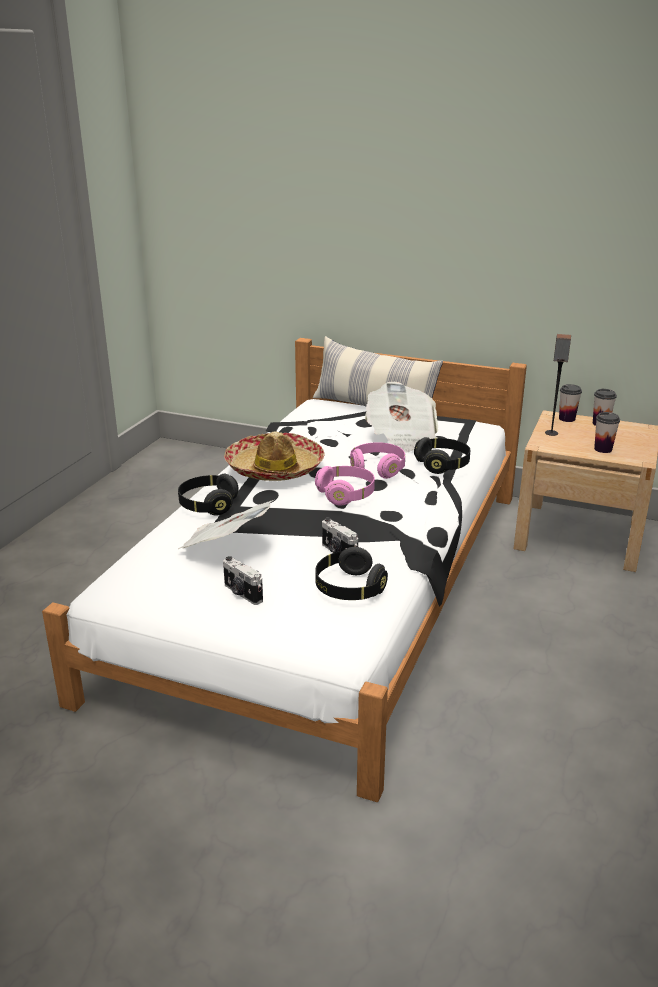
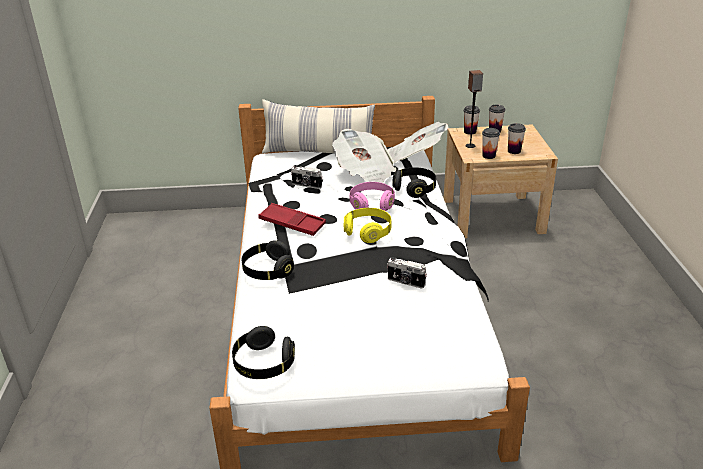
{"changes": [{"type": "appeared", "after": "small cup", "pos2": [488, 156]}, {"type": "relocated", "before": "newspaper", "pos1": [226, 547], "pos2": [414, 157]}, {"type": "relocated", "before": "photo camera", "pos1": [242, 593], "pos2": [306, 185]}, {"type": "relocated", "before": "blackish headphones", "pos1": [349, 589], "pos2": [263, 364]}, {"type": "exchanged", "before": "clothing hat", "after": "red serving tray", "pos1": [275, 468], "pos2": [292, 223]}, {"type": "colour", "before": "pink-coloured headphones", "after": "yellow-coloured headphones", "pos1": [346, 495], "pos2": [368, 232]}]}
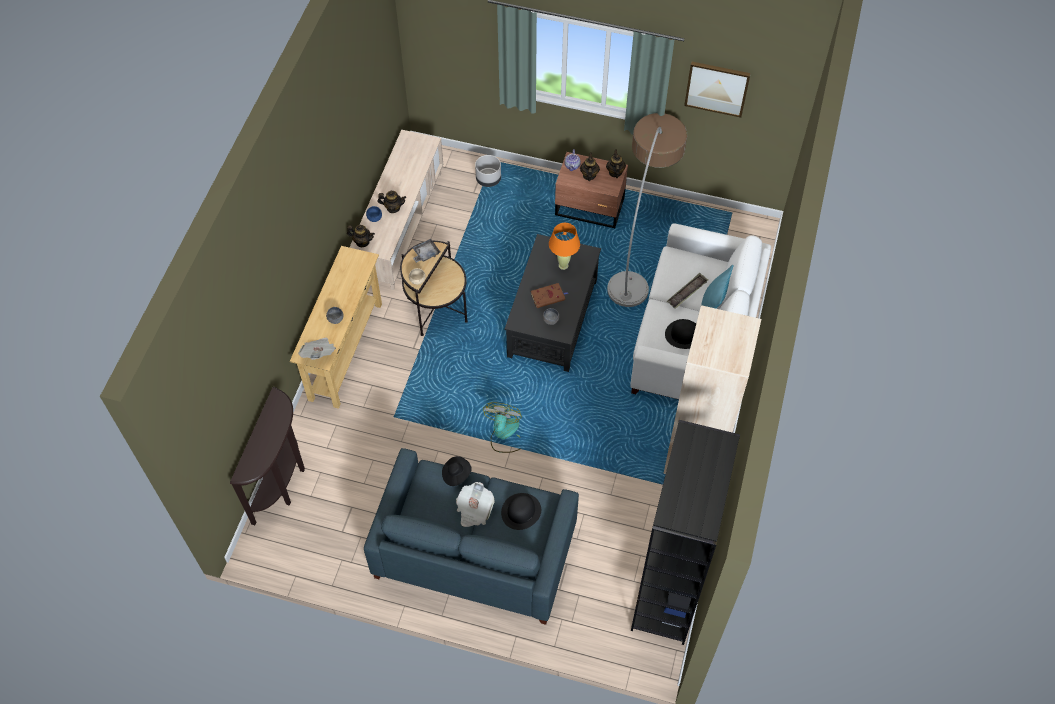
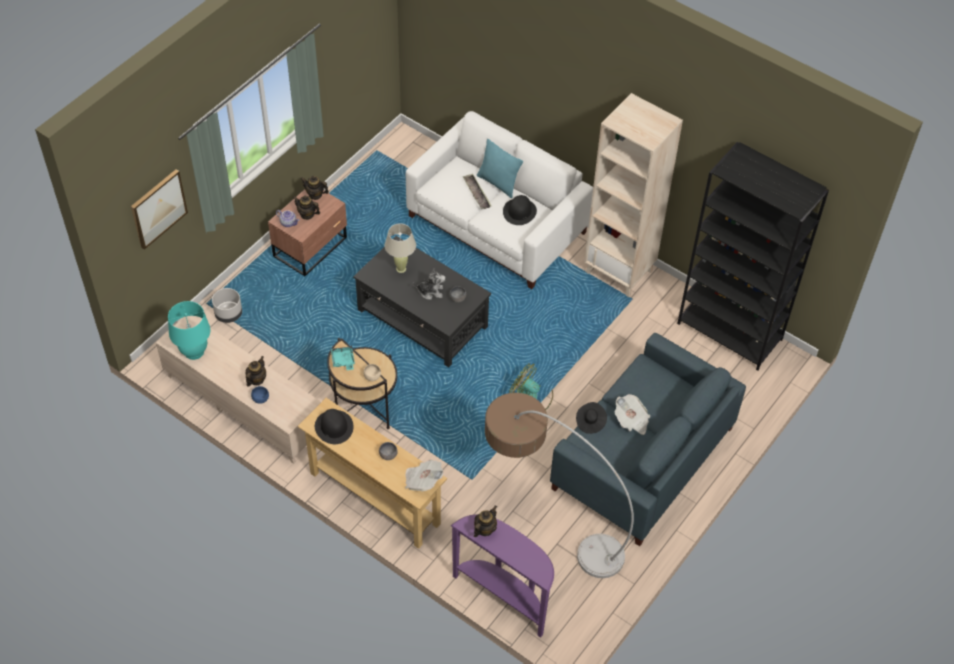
{"changes": [{"type": "appeared", "after": "turquoise lamp for a table", "pos2": [194, 351]}, {"type": "relocated", "before": "pot for tea", "pos1": [362, 242], "pos2": [484, 529]}, {"type": "relocated", "before": "blackish clothing hat", "pos1": [521, 511], "pos2": [334, 427]}, {"type": "relocated", "before": "standing lamp", "pos1": [640, 246], "pos2": [547, 521]}, {"type": "relocated", "before": "wall art", "pos1": [717, 88], "pos2": [158, 208]}, {"type": "exchanged", "before": "brown bound book", "after": "cuddly toy", "pos1": [548, 296], "pos2": [430, 291]}, {"type": "colour", "before": "brown narrow table", "after": "purple-coloured narrow table", "pos1": [283, 482], "pos2": [504, 596]}, {"type": "colour", "before": "greyish serving tray", "after": "turquoise serving tray", "pos1": [425, 253], "pos2": [343, 360]}, {"type": "colour", "before": "orange-coloured lamp for a table", "after": "sand-coloured lamp for a table", "pos1": [563, 265], "pos2": [401, 269]}]}
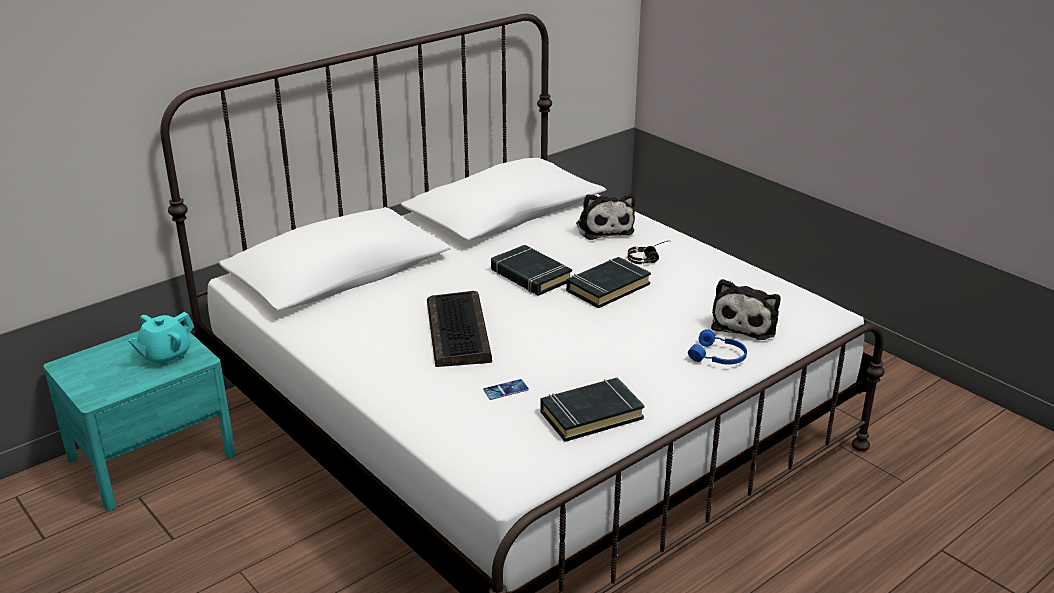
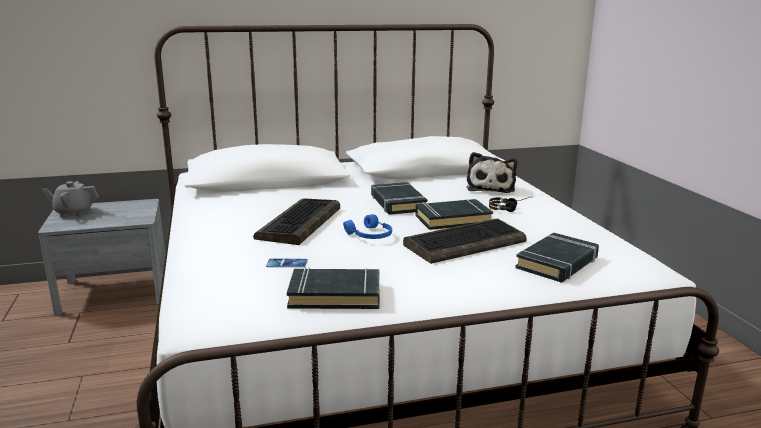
{"changes": [{"type": "missing", "before": "turquoise pot for tea", "pos1": [165, 356]}, {"type": "appeared", "after": "greyish pot for tea", "pos2": [74, 212]}, {"type": "appeared", "after": "computer keyboard", "pos2": [465, 243]}, {"type": "relocated", "before": "bluish headphones", "pos1": [718, 357], "pos2": [369, 236]}, {"type": "exchanged", "before": "cuddly toy", "after": "blackish bound book", "pos1": [746, 323], "pos2": [557, 263]}, {"type": "colour", "before": "turquoise bedside table", "after": "greyish bedside table", "pos1": [152, 457], "pos2": [114, 291]}]}
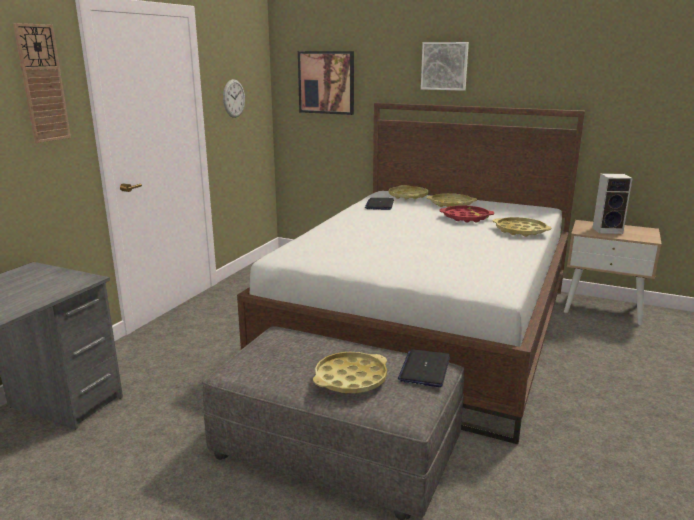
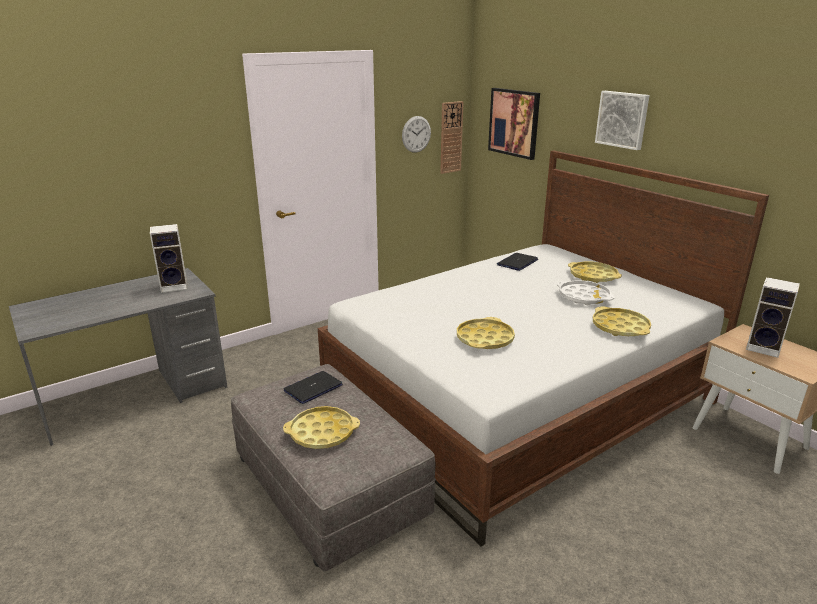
{"changes": [{"type": "appeared", "after": "speaker", "pos2": [175, 286]}, {"type": "relocated", "before": "hanging clock", "pos1": [42, 83], "pos2": [451, 137]}, {"type": "relocated", "before": "yellow-coloured serving tray", "pos1": [408, 196], "pos2": [484, 339]}, {"type": "relocated", "before": "notebook computer", "pos1": [424, 369], "pos2": [313, 388]}, {"type": "colour", "before": "red serving tray", "after": "white serving tray", "pos1": [466, 218], "pos2": [584, 297]}]}
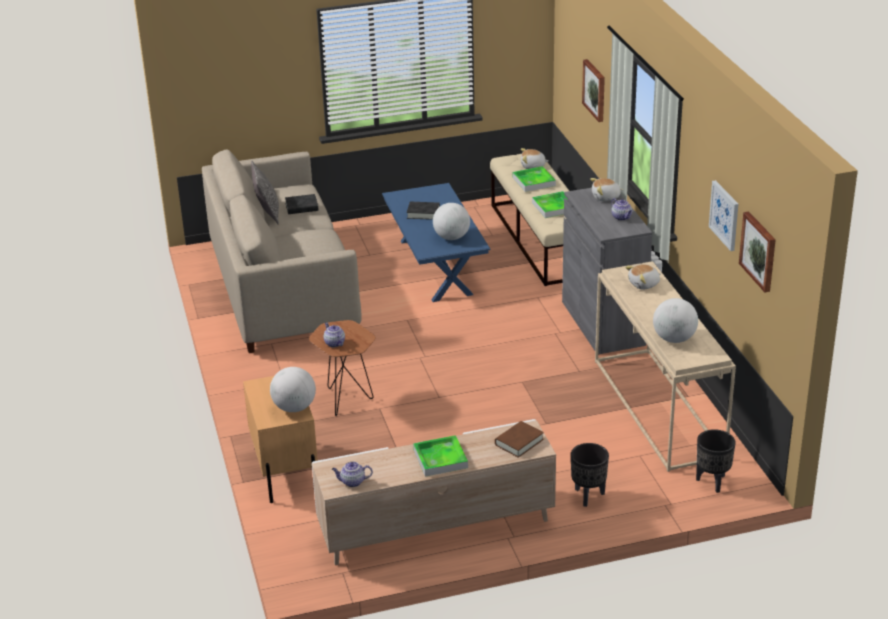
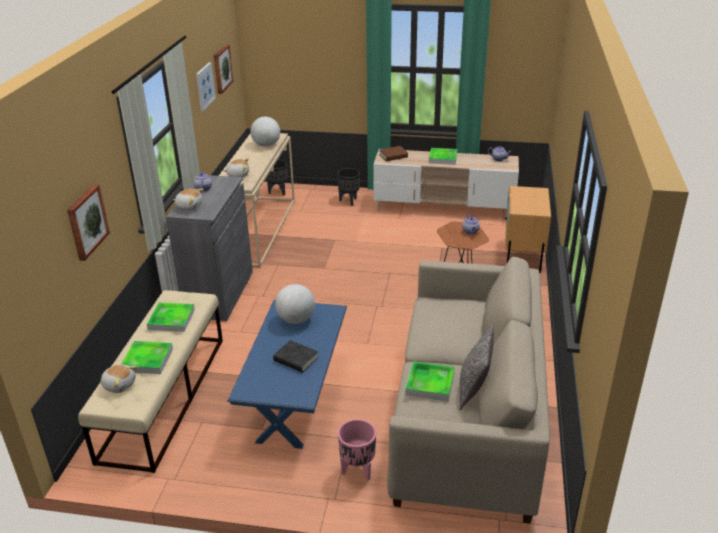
{"changes": [{"type": "missing", "before": "globe", "pos1": [294, 408]}, {"type": "appeared", "after": "pink-coloured flower pot", "pos2": [358, 470]}, {"type": "exchanged", "before": "blackish bound book", "after": "serving tray", "pos1": [302, 207], "pos2": [430, 384]}]}
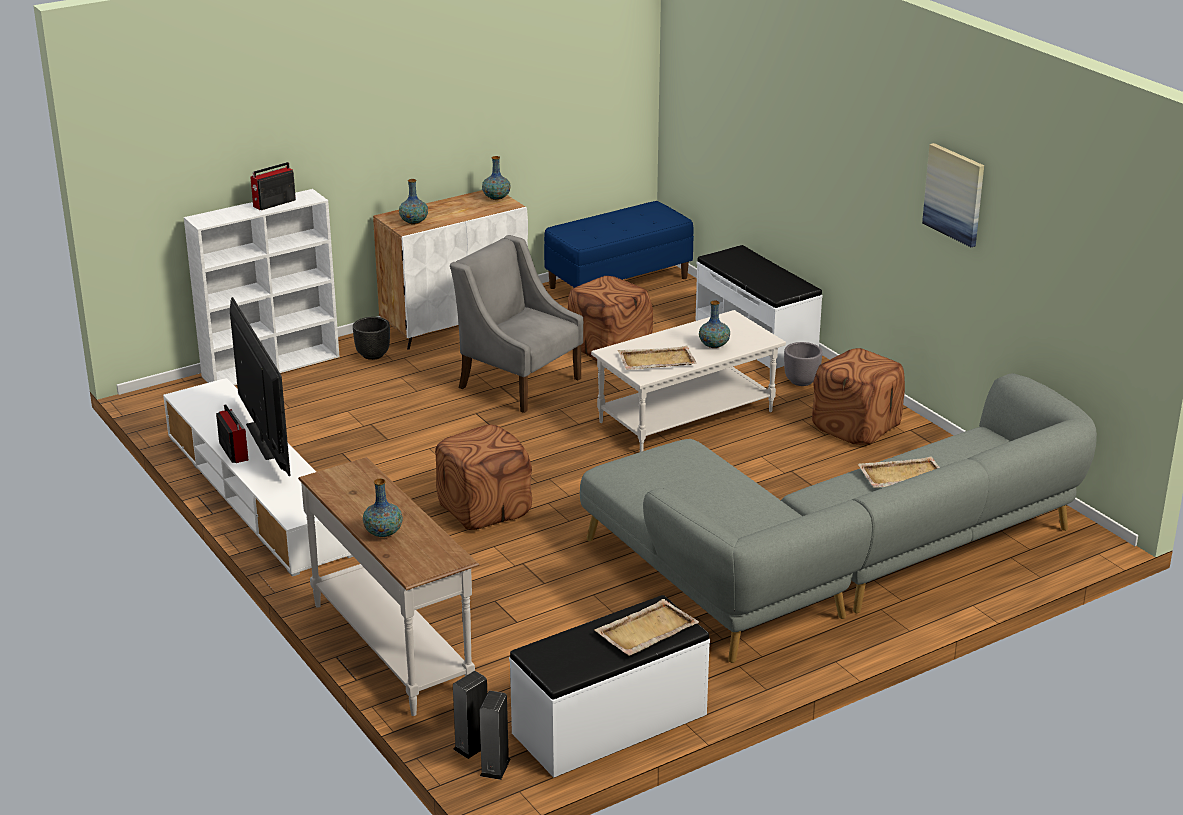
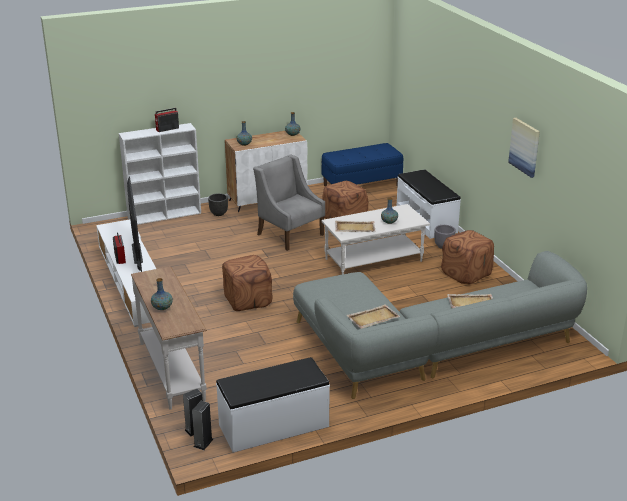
{"changes": [{"type": "relocated", "before": "sand-coloured serving tray", "pos1": [645, 630], "pos2": [372, 318]}]}
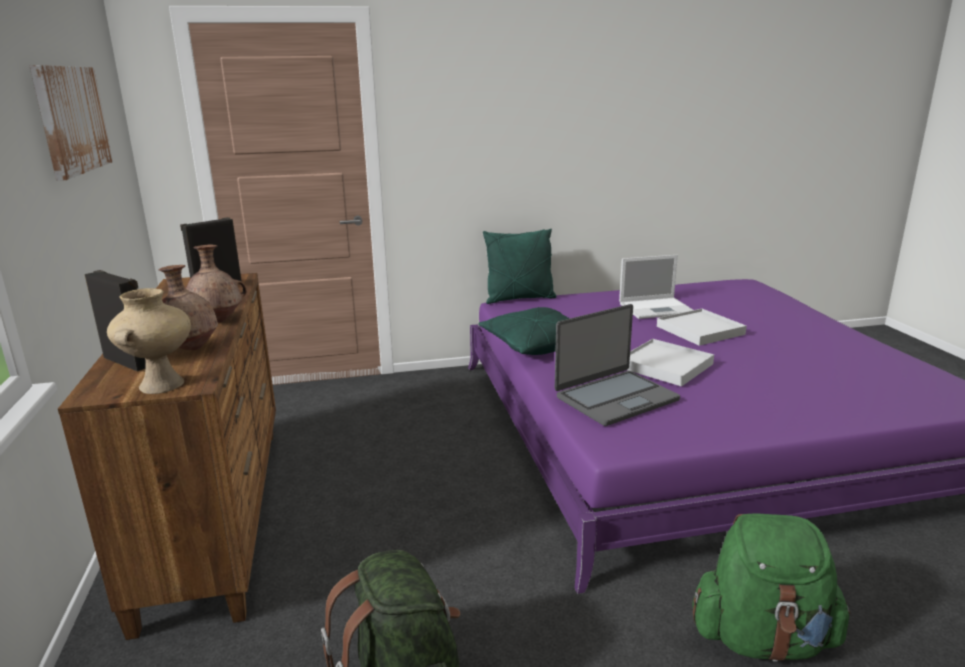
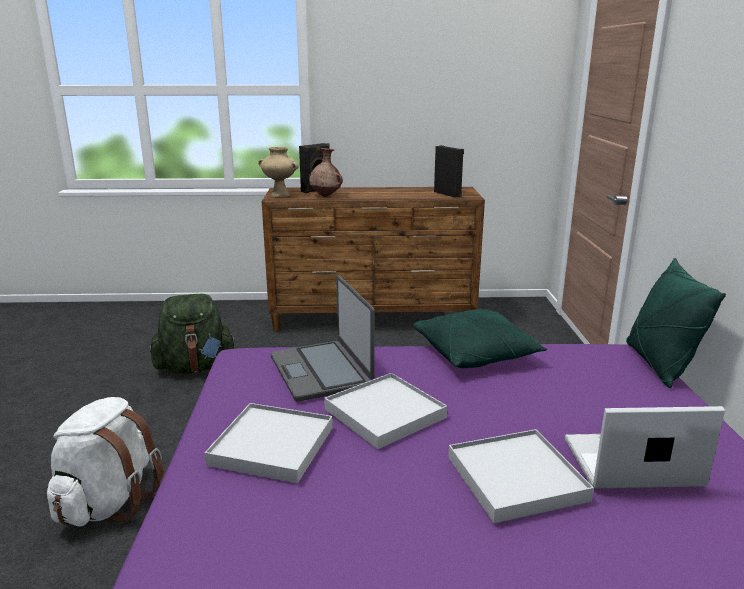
{"changes": [{"type": "missing", "before": "wall art", "pos1": [71, 119]}, {"type": "missing", "before": "brown decorative vase", "pos1": [218, 320]}, {"type": "appeared", "after": "white serving tray", "pos2": [271, 446]}, {"type": "colour", "before": "green knapsack", "after": "white knapsack", "pos1": [762, 639], "pos2": [109, 502]}, {"type": "spun", "before": "notebook computer", "pos1": [657, 308], "pos2": [628, 463], "turn": 90}]}
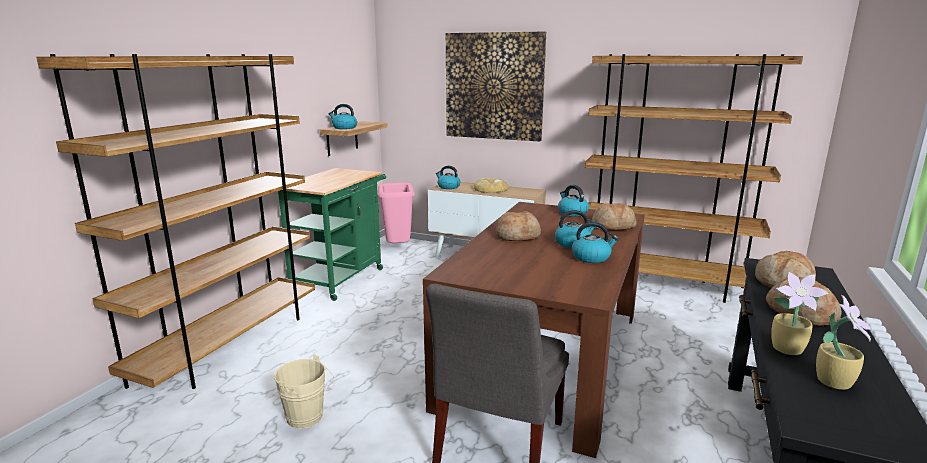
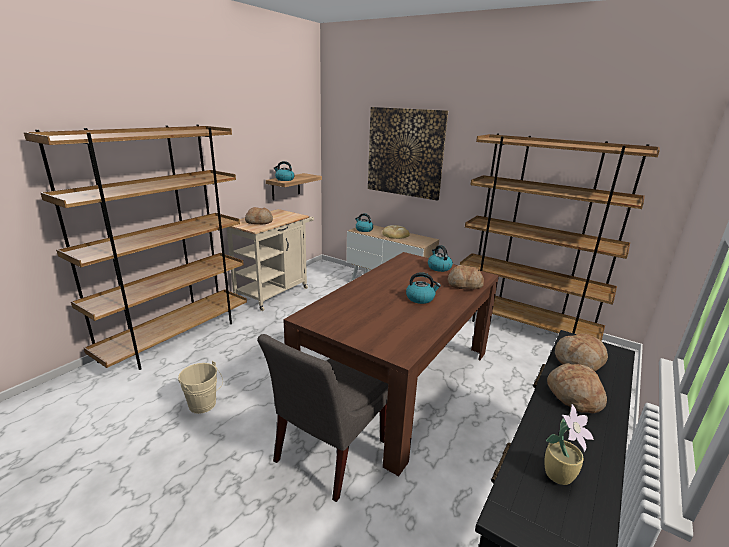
{"changes": [{"type": "missing", "before": "pink-coloured rubbish bin", "pos1": [398, 249]}, {"type": "missing", "before": "kettle", "pos1": [591, 257]}, {"type": "missing", "before": "potted plant", "pos1": [789, 350]}, {"type": "relocated", "before": "bread", "pos1": [518, 236], "pos2": [259, 222]}, {"type": "colour", "before": "green trolley", "after": "sand-coloured trolley", "pos1": [341, 277], "pos2": [275, 292]}]}
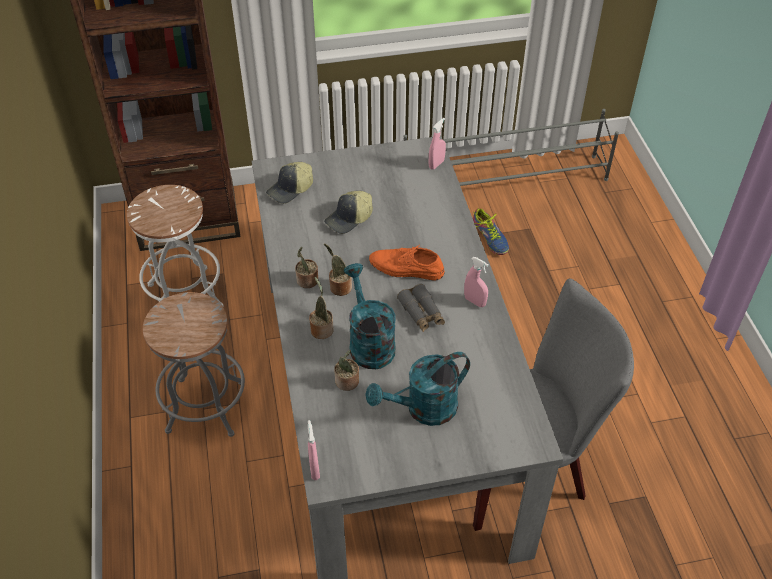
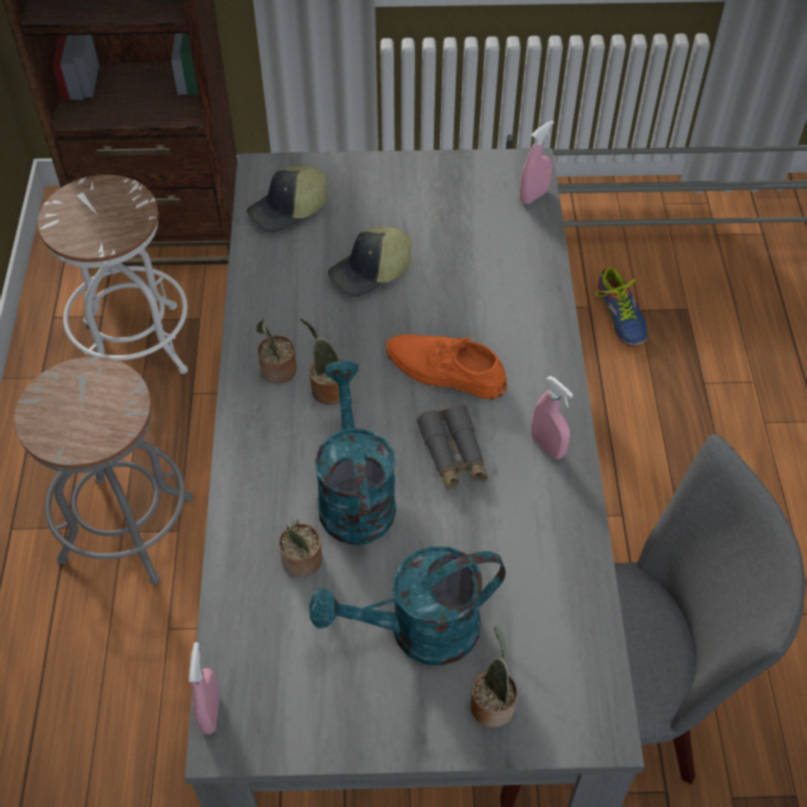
{"changes": [{"type": "relocated", "before": "potted plant", "pos1": [321, 329], "pos2": [492, 703]}]}
